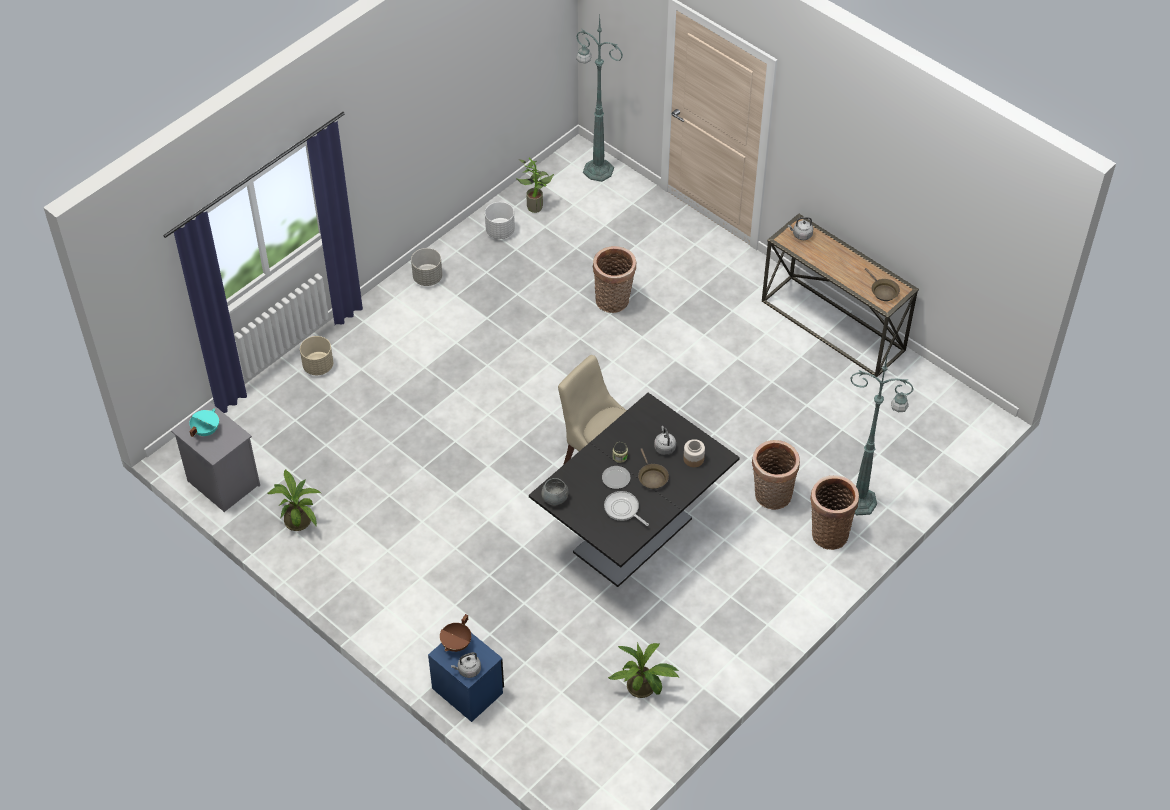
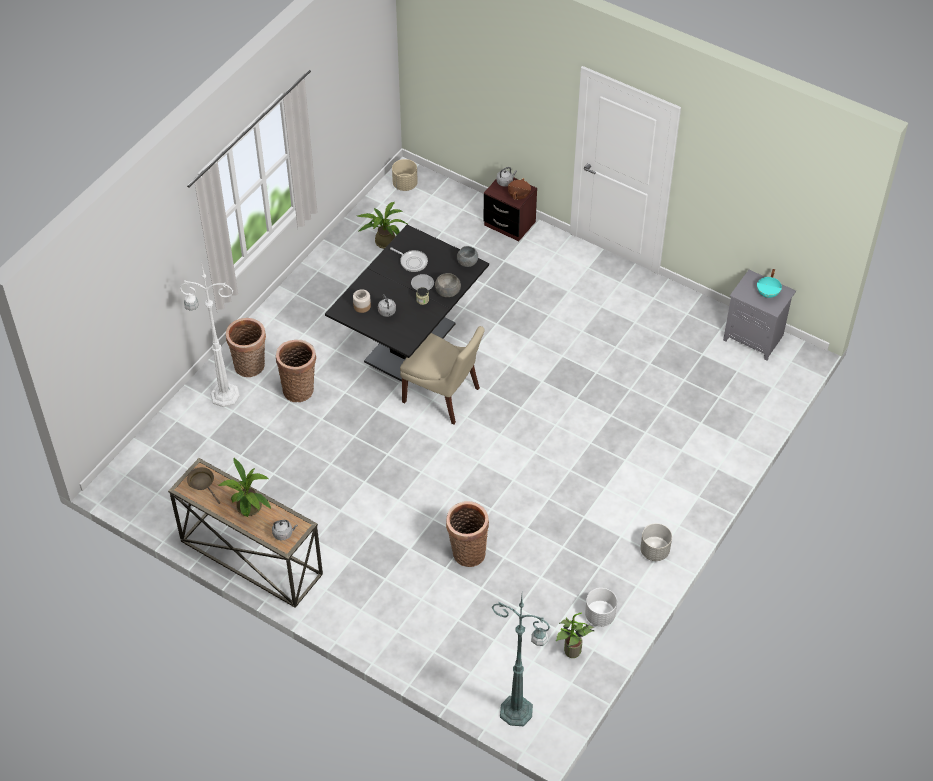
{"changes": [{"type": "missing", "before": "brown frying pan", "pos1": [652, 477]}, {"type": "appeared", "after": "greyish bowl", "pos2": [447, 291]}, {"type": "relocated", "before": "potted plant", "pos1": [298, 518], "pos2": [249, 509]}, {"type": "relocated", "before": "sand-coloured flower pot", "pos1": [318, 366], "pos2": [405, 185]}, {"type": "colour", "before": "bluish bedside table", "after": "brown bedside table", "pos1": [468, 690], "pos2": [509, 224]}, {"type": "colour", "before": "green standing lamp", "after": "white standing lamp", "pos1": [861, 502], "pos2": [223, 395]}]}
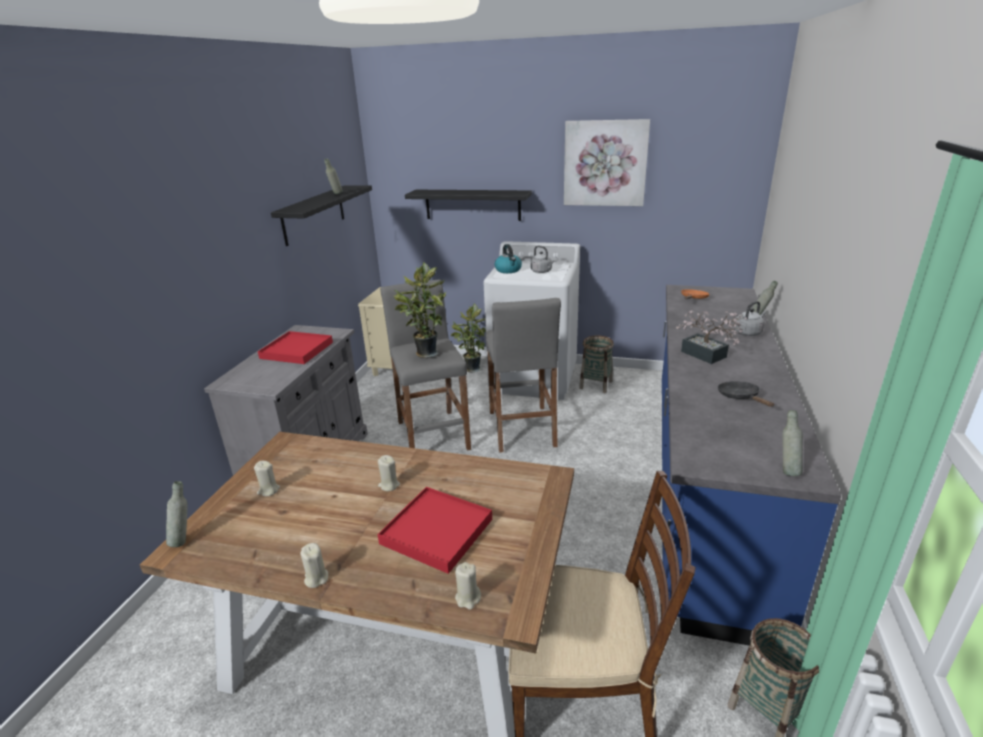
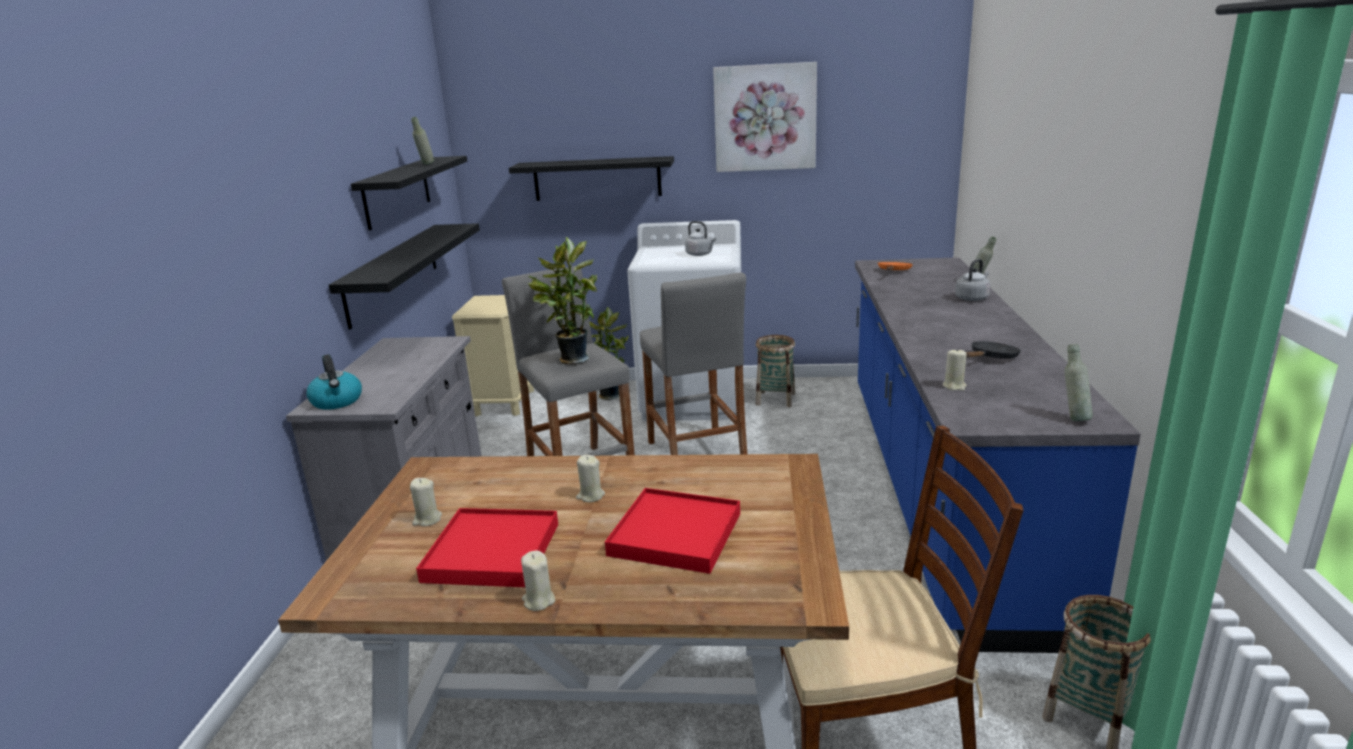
{"changes": [{"type": "missing", "before": "greyish beverage bottle", "pos1": [184, 540]}, {"type": "missing", "before": "potted plant", "pos1": [707, 356]}, {"type": "appeared", "after": "blackish shelf", "pos2": [393, 273]}, {"type": "relocated", "before": "red serving tray", "pos1": [297, 350], "pos2": [492, 552]}, {"type": "relocated", "before": "sand-coloured candle", "pos1": [468, 598], "pos2": [954, 386]}, {"type": "relocated", "before": "kettle", "pos1": [508, 270], "pos2": [337, 401]}, {"type": "spun", "before": "blackish frying pan", "pos1": [740, 397], "pos2": [991, 358], "turn": 75}]}
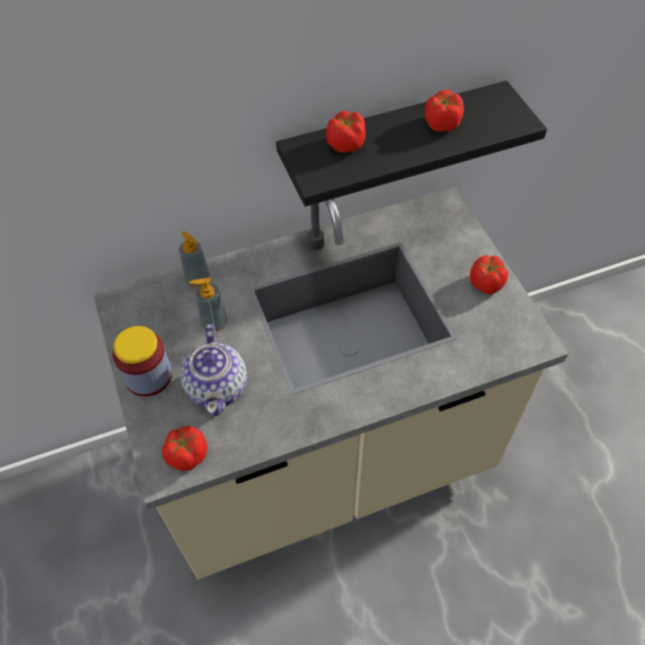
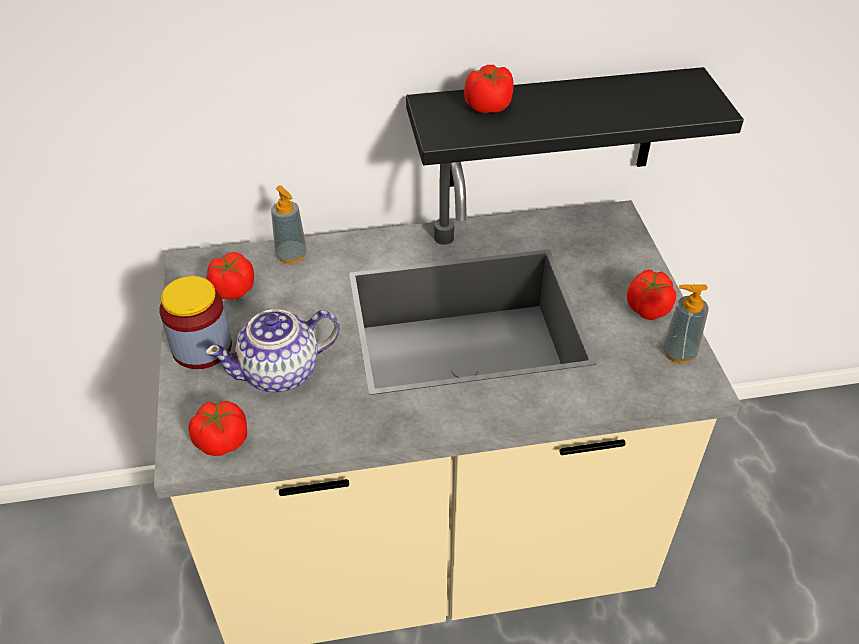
{"changes": [{"type": "relocated", "before": "liquid soap bottle", "pos1": [214, 323], "pos2": [678, 353]}, {"type": "relocated", "before": "tomato", "pos1": [441, 124], "pos2": [232, 290]}, {"type": "spun", "before": "pot for tea", "pos1": [218, 387], "pos2": [281, 372], "turn": 60}]}
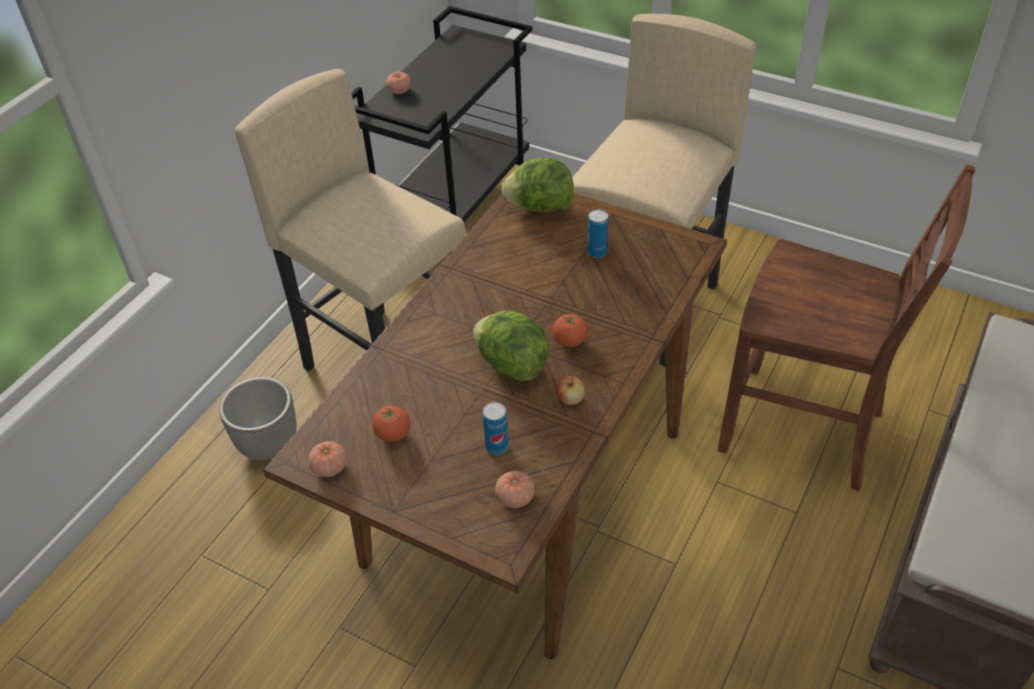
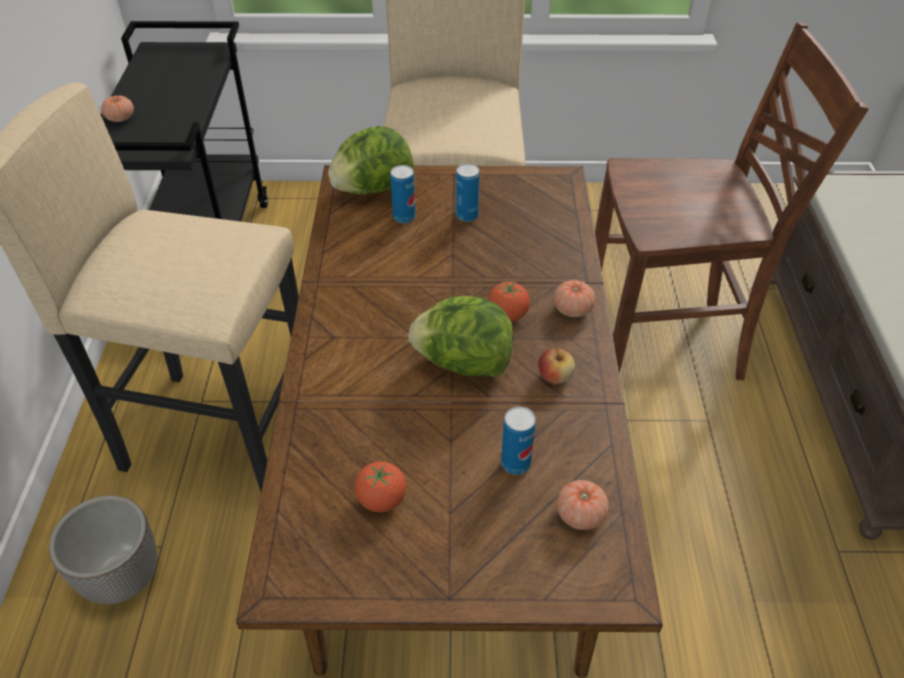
{"changes": [{"type": "appeared", "after": "metal can", "pos2": [404, 217]}, {"type": "relocated", "before": "tomato", "pos1": [329, 467], "pos2": [572, 309]}]}
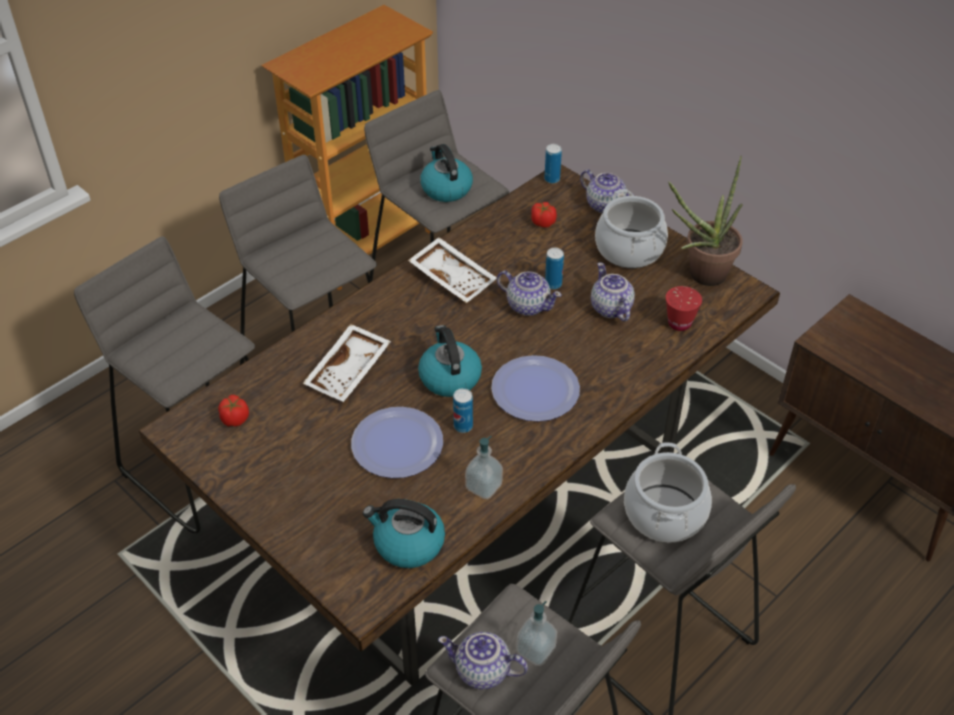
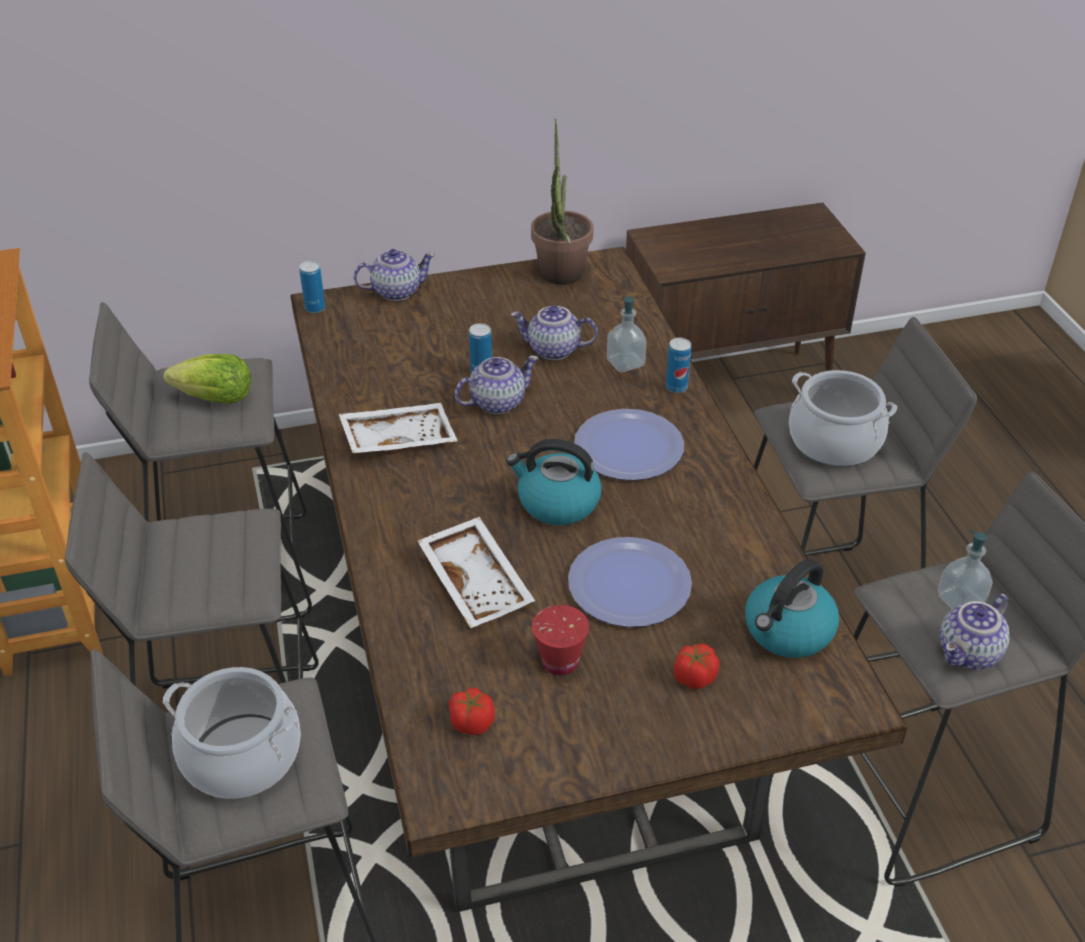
{"changes": [{"type": "relocated", "before": "metal can", "pos1": [463, 426], "pos2": [676, 387]}, {"type": "relocated", "before": "liquid soap bottle", "pos1": [483, 486], "pos2": [625, 363]}, {"type": "relocated", "before": "tomato", "pos1": [543, 222], "pos2": [694, 677]}, {"type": "relocated", "before": "saucepot", "pos1": [629, 249], "pos2": [242, 756]}, {"type": "relocated", "before": "red small cup", "pos1": [679, 323], "pos2": [560, 662]}, {"type": "exchanged", "before": "kettle", "after": "lettuce", "pos1": [445, 188], "pos2": [216, 399]}]}
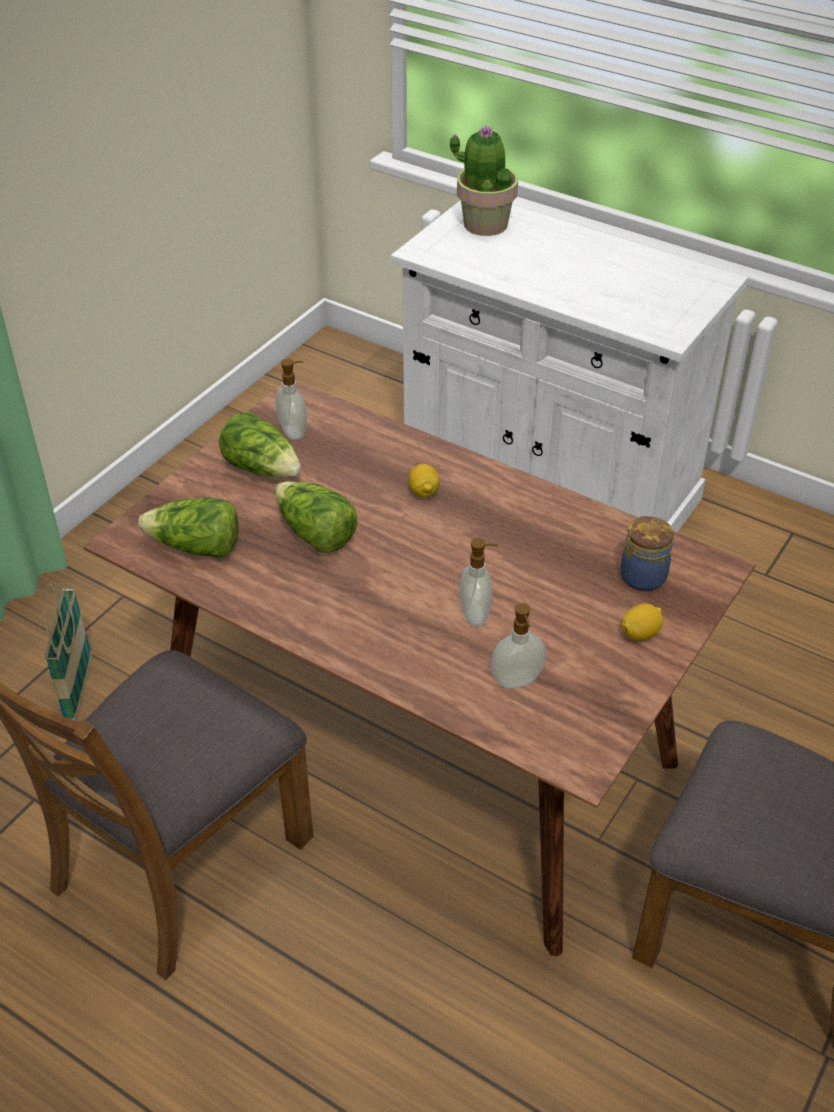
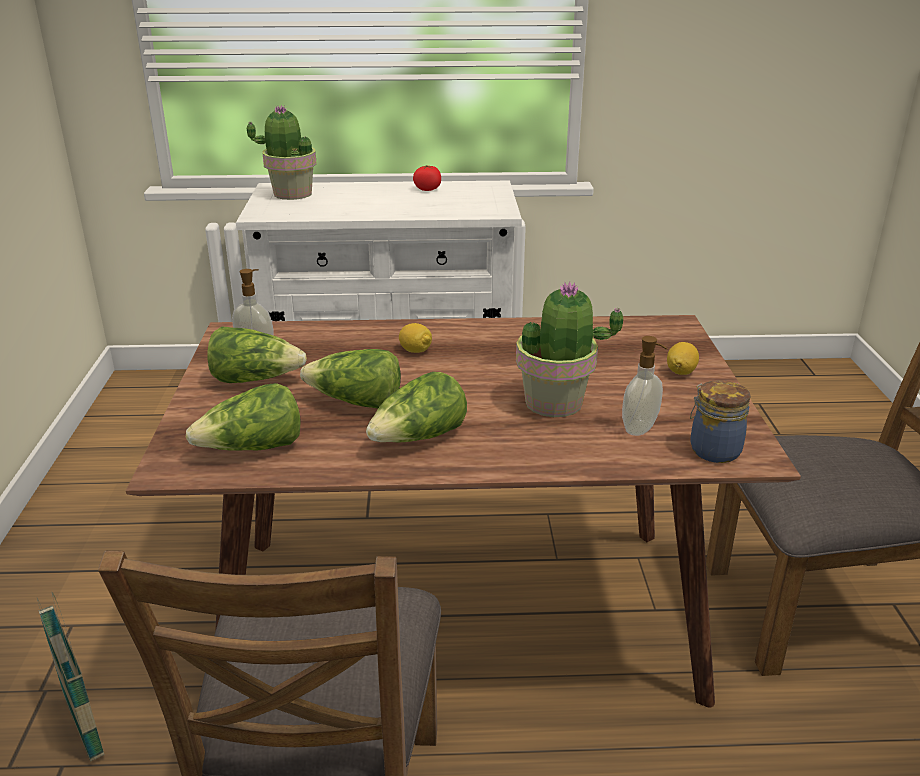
{"changes": [{"type": "appeared", "after": "lettuce", "pos2": [419, 438]}, {"type": "appeared", "after": "tomato", "pos2": [427, 189]}, {"type": "relocated", "before": "jar", "pos1": [642, 575], "pos2": [713, 450]}, {"type": "exchanged", "before": "liquid soap bottle", "after": "potted plant", "pos1": [476, 614], "pos2": [555, 403]}]}
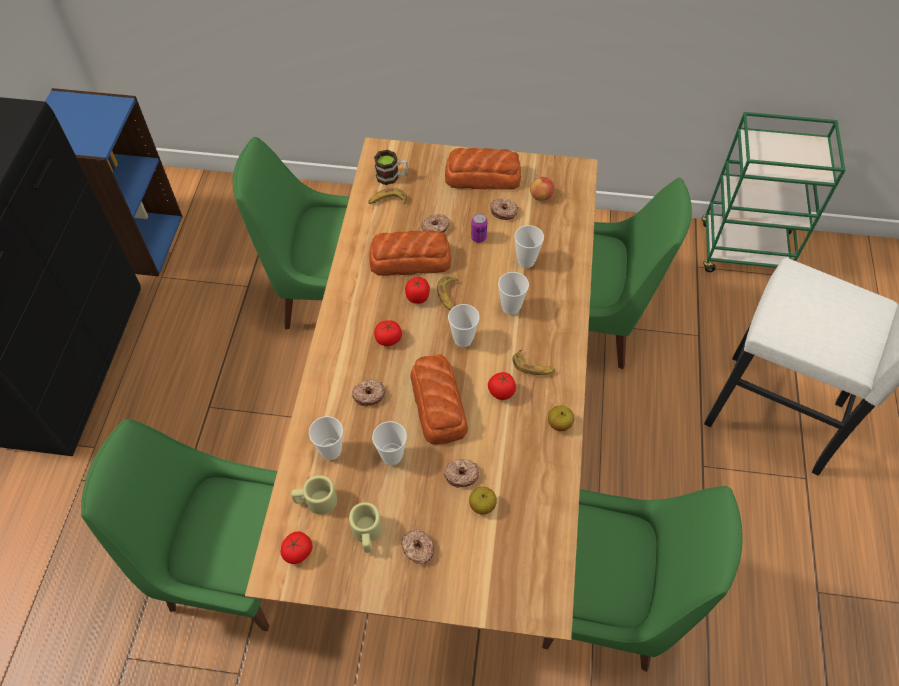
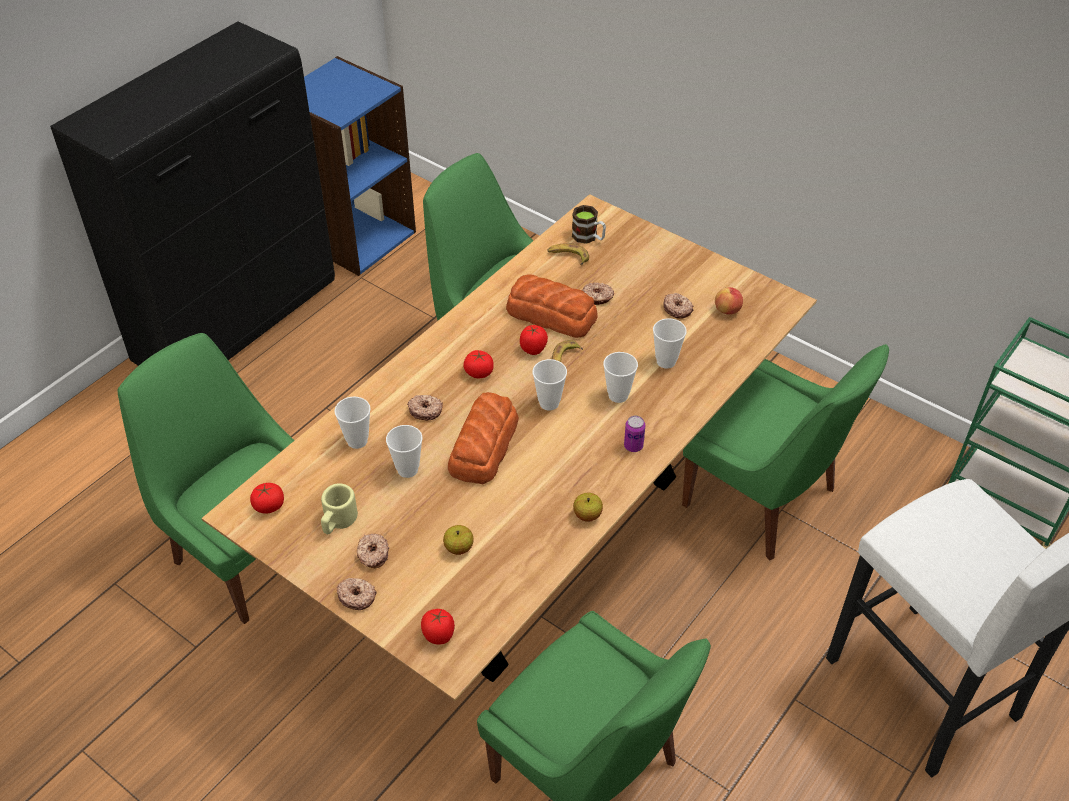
{"changes": [{"type": "missing", "before": "sand-coloured tea mug", "pos1": [315, 501]}, {"type": "missing", "before": "bread", "pos1": [482, 176]}, {"type": "missing", "before": "banana", "pos1": [533, 367]}, {"type": "relocated", "before": "doughnut", "pos1": [461, 475], "pos2": [357, 596]}, {"type": "relocated", "before": "metal can", "pos1": [478, 237], "pos2": [633, 446]}, {"type": "relocated", "before": "tomato", "pos1": [501, 392], "pos2": [438, 635]}]}
